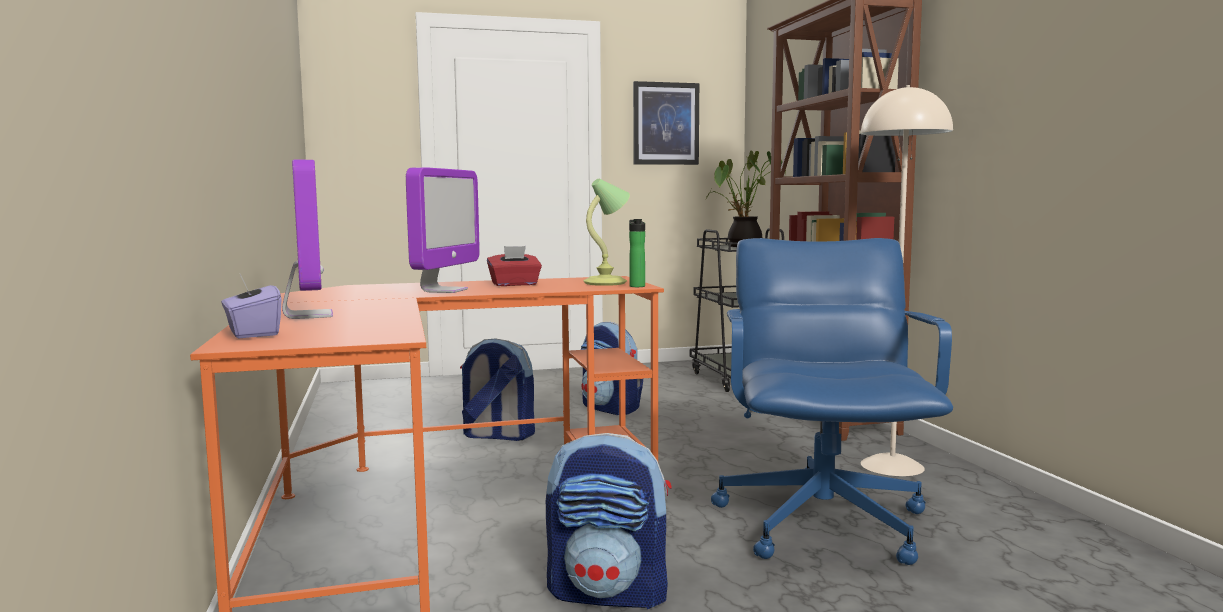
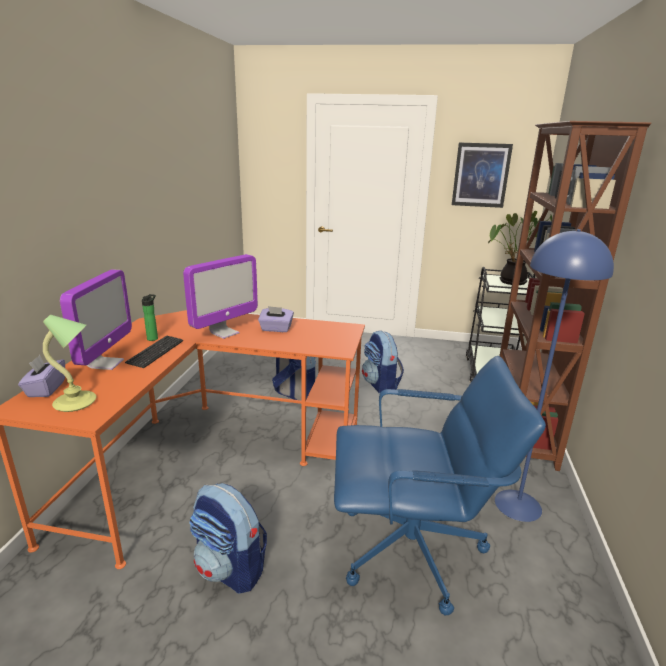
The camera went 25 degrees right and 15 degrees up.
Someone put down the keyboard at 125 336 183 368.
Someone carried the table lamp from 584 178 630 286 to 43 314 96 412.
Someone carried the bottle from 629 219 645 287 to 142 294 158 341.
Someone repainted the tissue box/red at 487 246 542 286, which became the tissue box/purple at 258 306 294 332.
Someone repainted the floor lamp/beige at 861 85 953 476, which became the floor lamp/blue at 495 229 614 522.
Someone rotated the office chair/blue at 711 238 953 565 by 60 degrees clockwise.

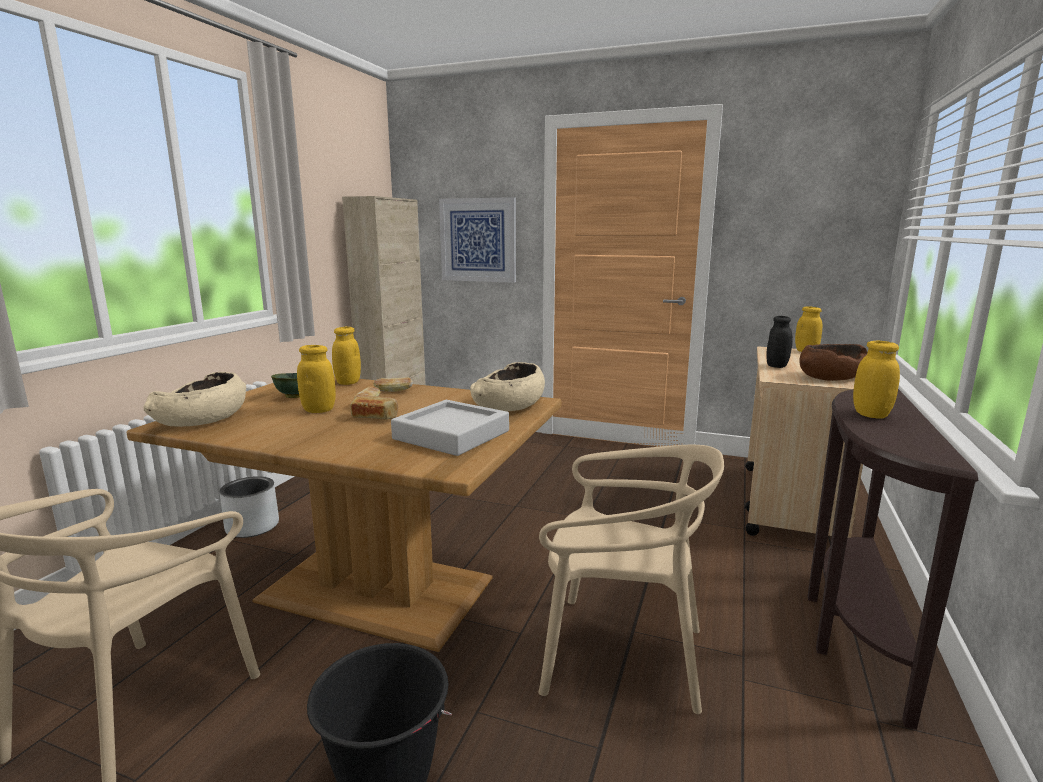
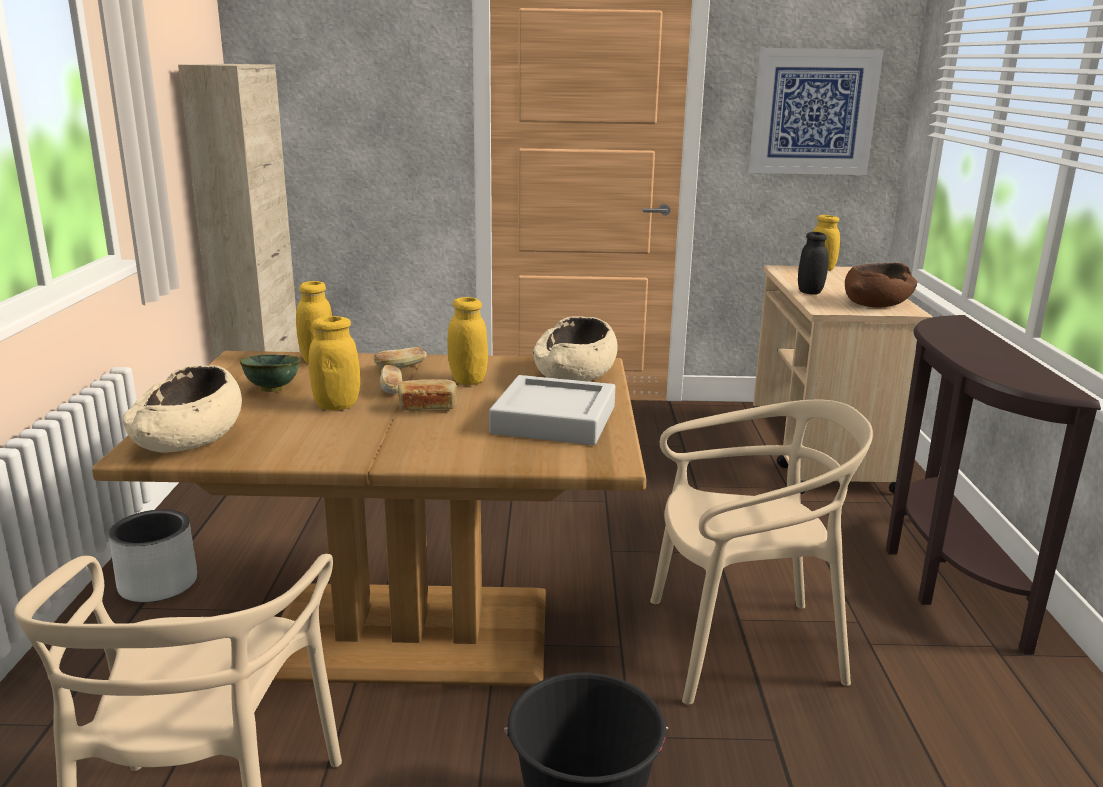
The camera went 20 degrees left and 5 degrees up.
Someone carried the picture from 439 197 516 283 to 749 48 884 175.
Someone carried the jar/yellow from 853 341 900 418 to 447 297 488 385.

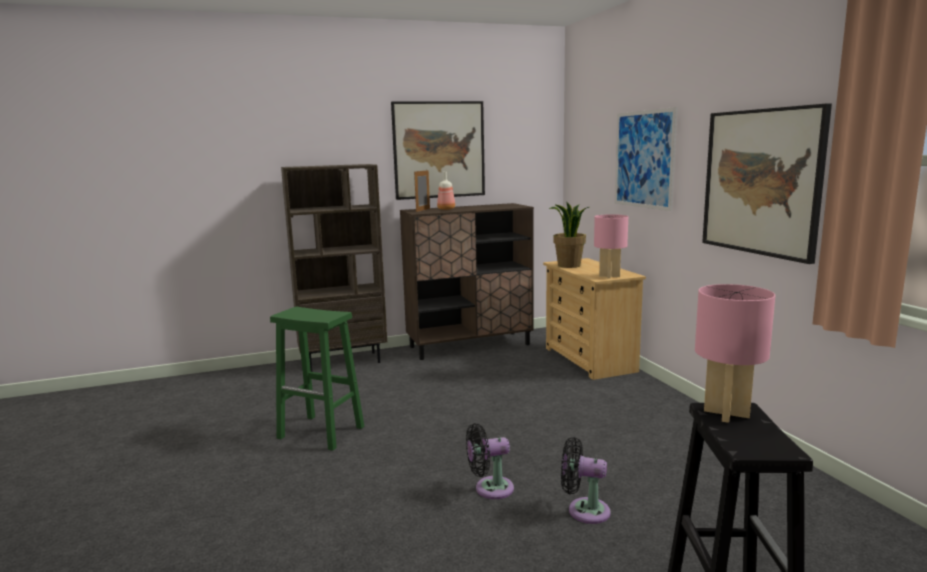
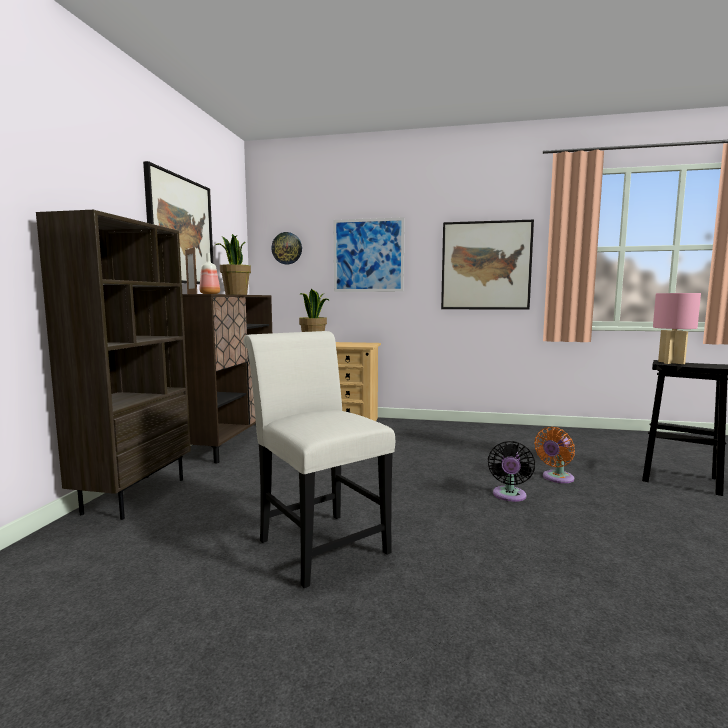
The camera went 60 degrees left and 5 degrees down.
Someone took away the table lamp/pink at 594 214 628 279.
Someone put down the potted plant at 215 234 251 295.
Someone put up the wall clock at 271 232 302 264.
Someone swapped the stool/green at 270 307 364 451 for the chair/white at 243 331 395 588.
Someone repainted the fan/black at 561 437 611 524, which became the fan/orange at 534 427 575 483.

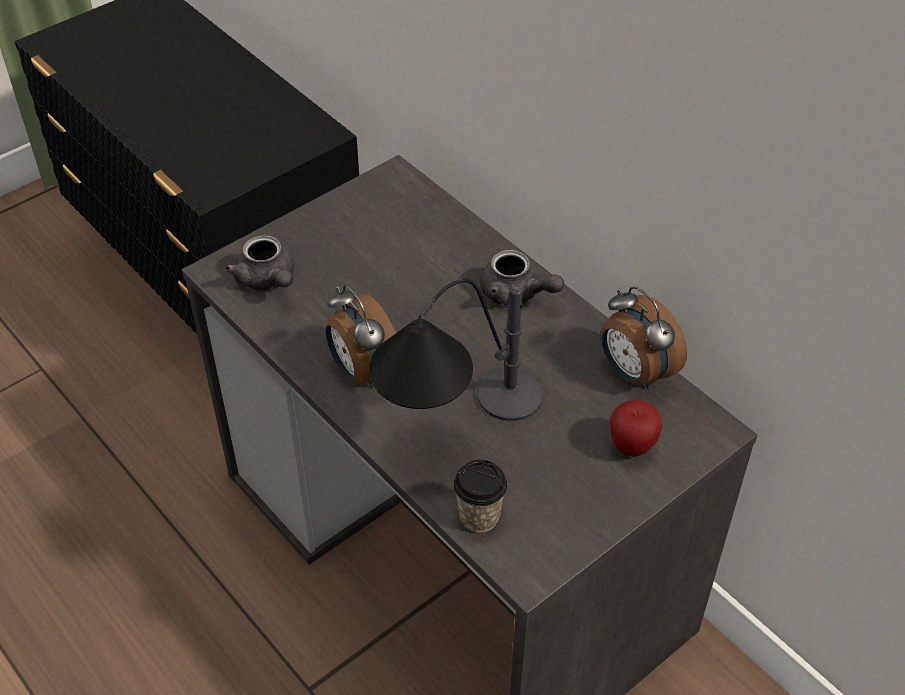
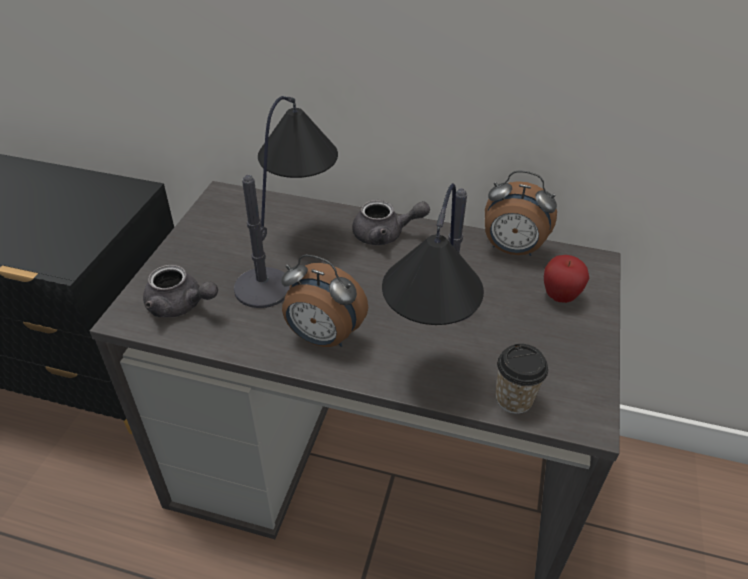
The camera went 35 degrees left and 5 degrees down.
Someone put down the table lamp at 234 96 338 308.

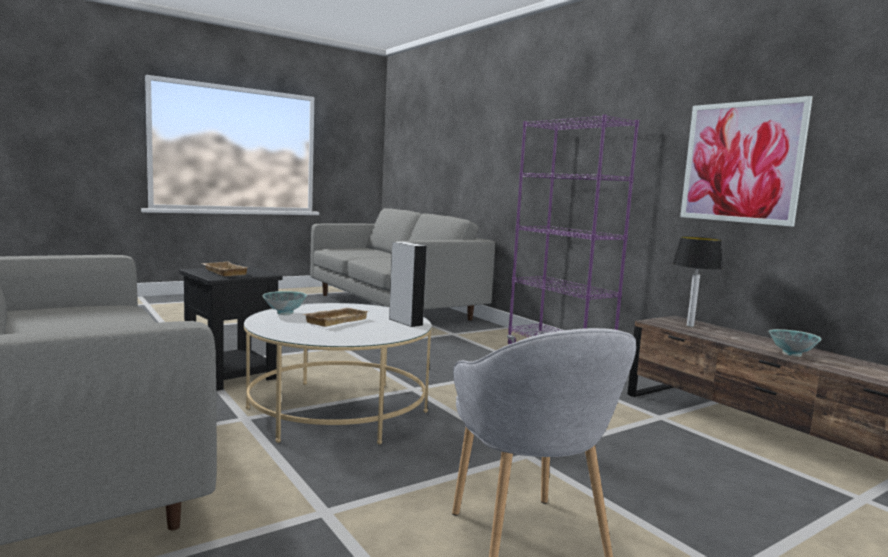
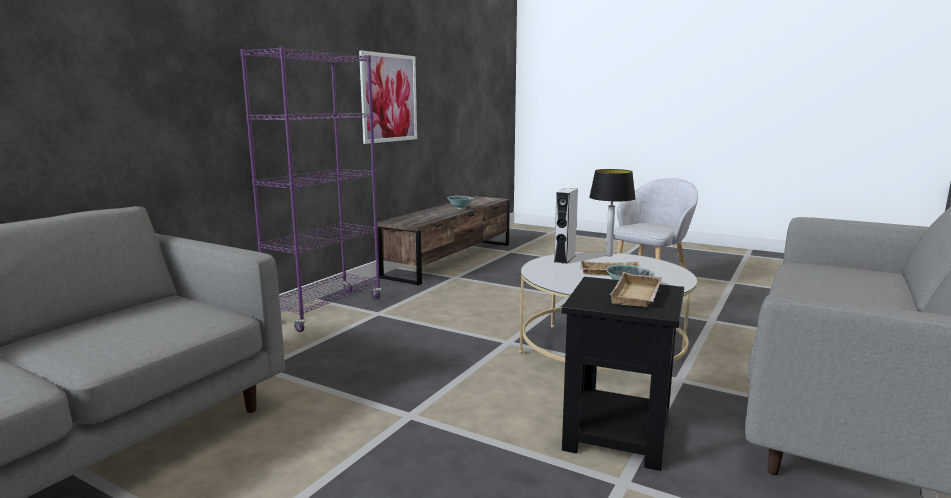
The camera went 115 degrees left and 5 degrees up.
Someone carried the table lamp from 673 237 723 327 to 589 169 636 256.

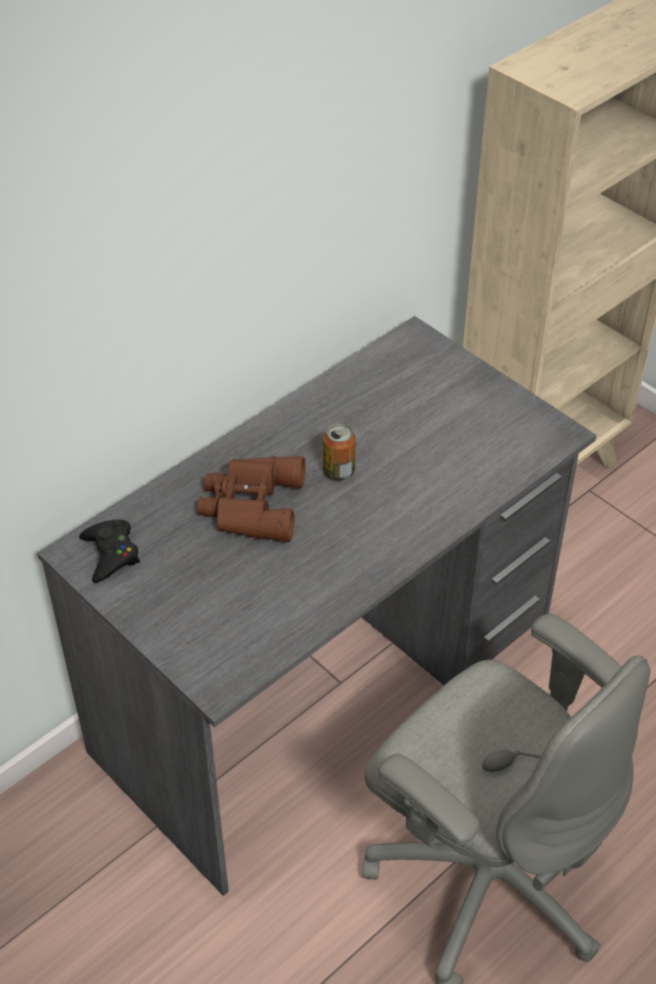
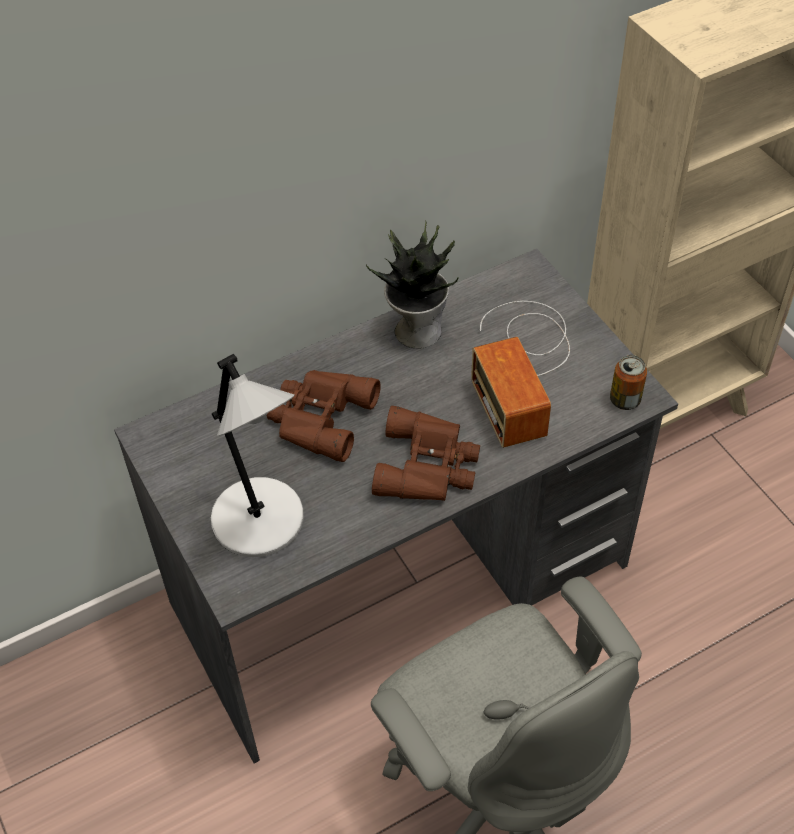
The camera went 15 degrees right and 5 degrees up.
Someone took away the game controller/black at 79 520 140 583.
Someone put down the table lamp/grey at 211 354 303 557.
Someone put down the potted plant at 366 222 459 349.
Someone put down the binoculars/brown at 372 406 480 501.
Someone put down the radio at 471 301 570 448.
Someone carried the can from 323 423 356 481 to 610 355 647 410.

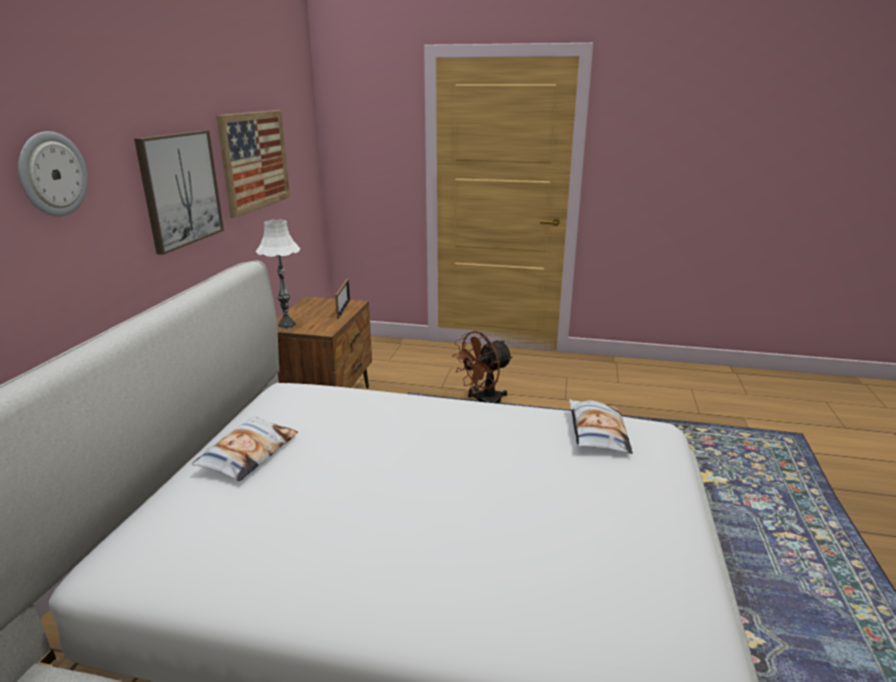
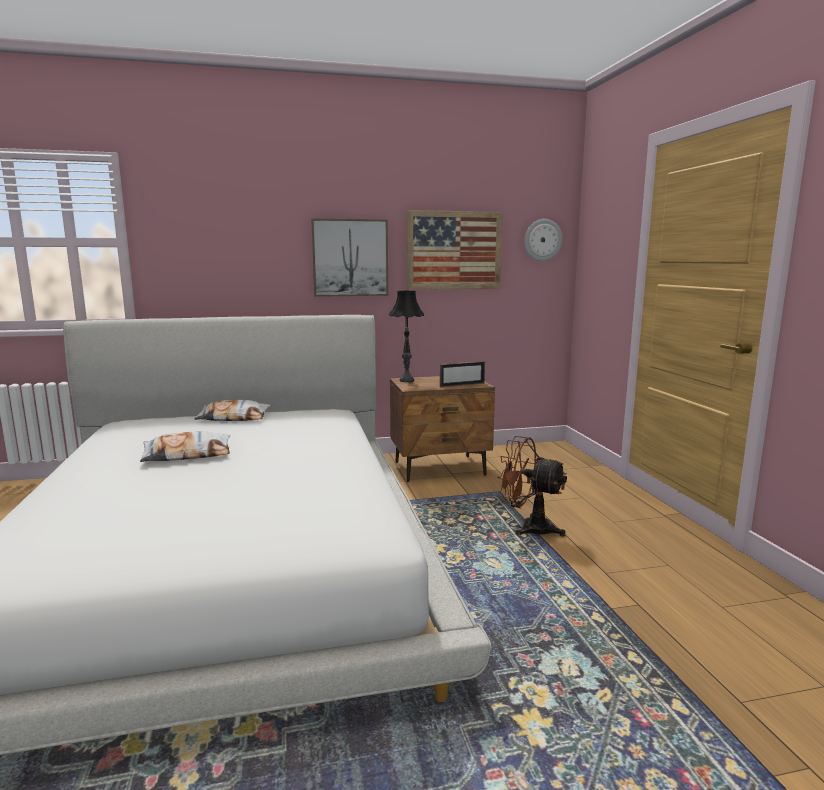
The camera went 65 degrees right and 10 degrees down.
Someone carried the wall clock from 18 131 88 217 to 524 219 563 261.
Someone carried the pillow from 569 399 633 454 to 140 431 231 462.
Someone repainted the table lamp/white at 256 219 300 329, which became the table lamp/black at 389 291 424 382.

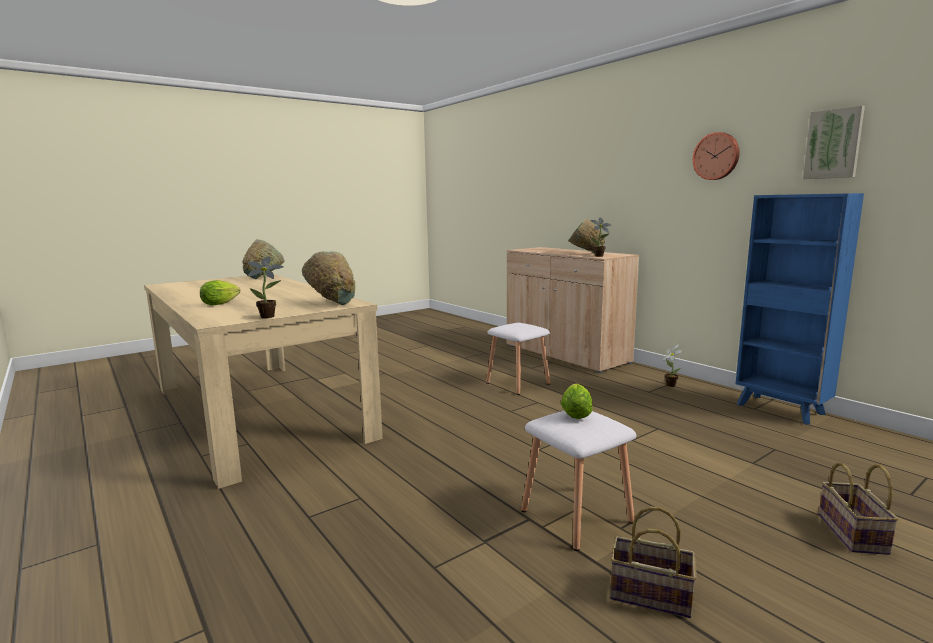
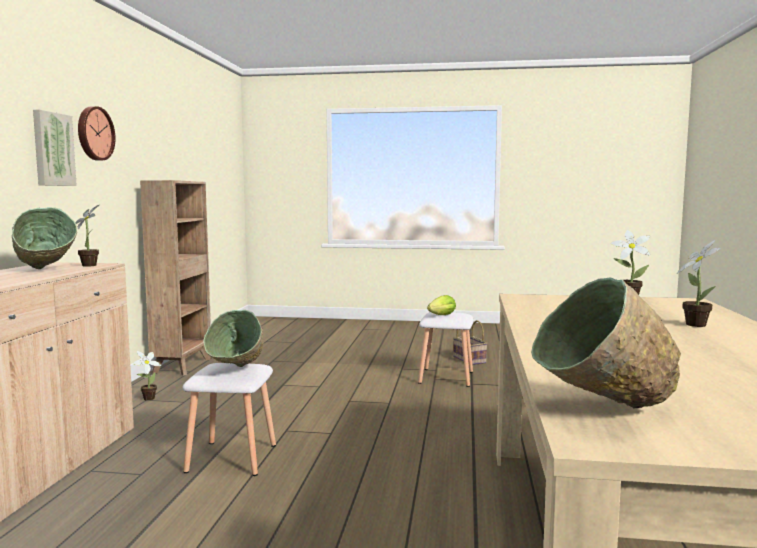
The camera went 135 degrees left and 5 degrees down.
Someone took away the basket at 819 462 899 555.
Someone carried the bowl/green from 302 251 355 305 to 203 310 263 367.
Someone carried the picture from 803 105 865 179 to 33 110 77 186.
Someone swapped the lettuce at 200 280 240 306 for the potted plant at 677 240 721 327.
Someone repainted the bookcase/blue at 736 193 864 425, which became the bookcase/brown at 140 180 211 376.

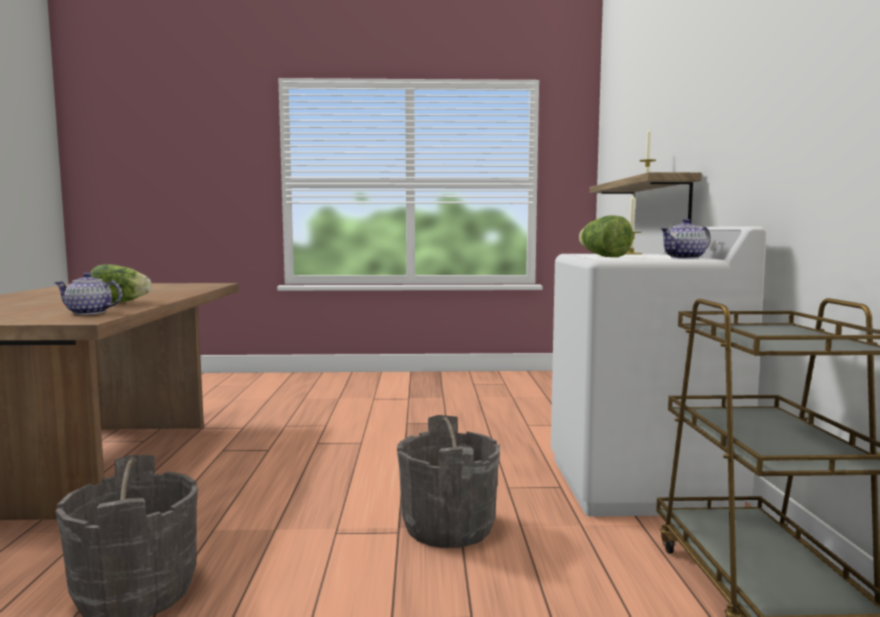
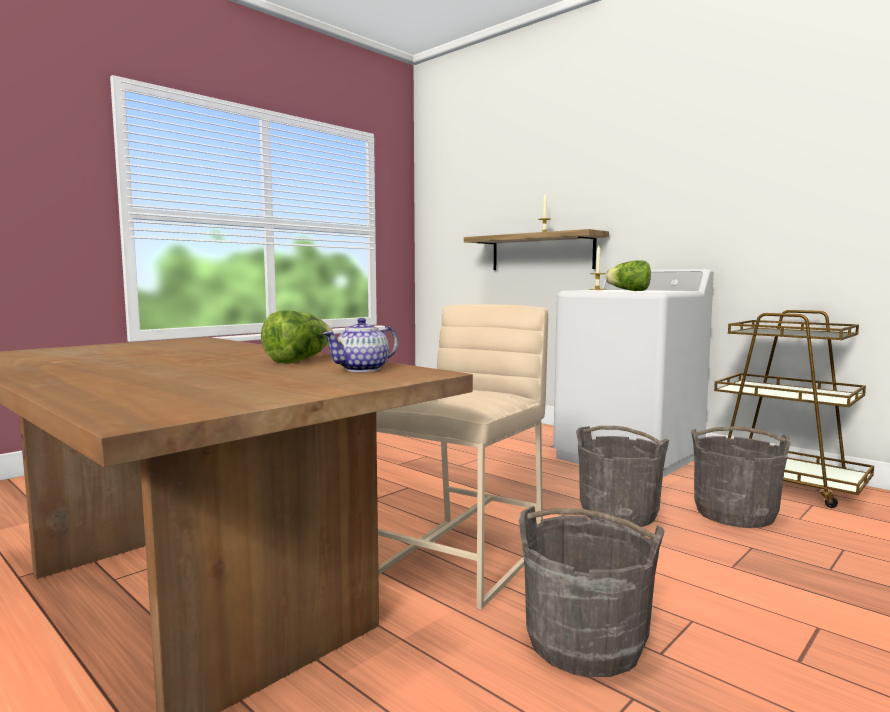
The camera went 45 degrees left and 0 degrees up.
Someone took away the teapot at 660 219 711 259.
Someone put down the stool/beige at 376 304 548 610.
Someone put down the bucket/grey at 691 426 791 528.

